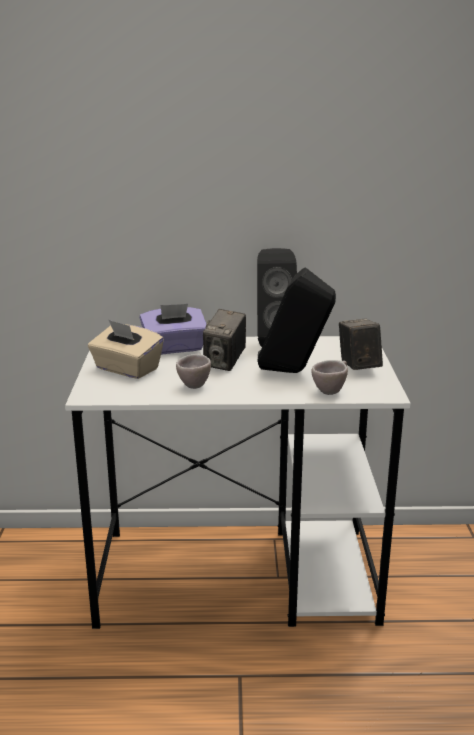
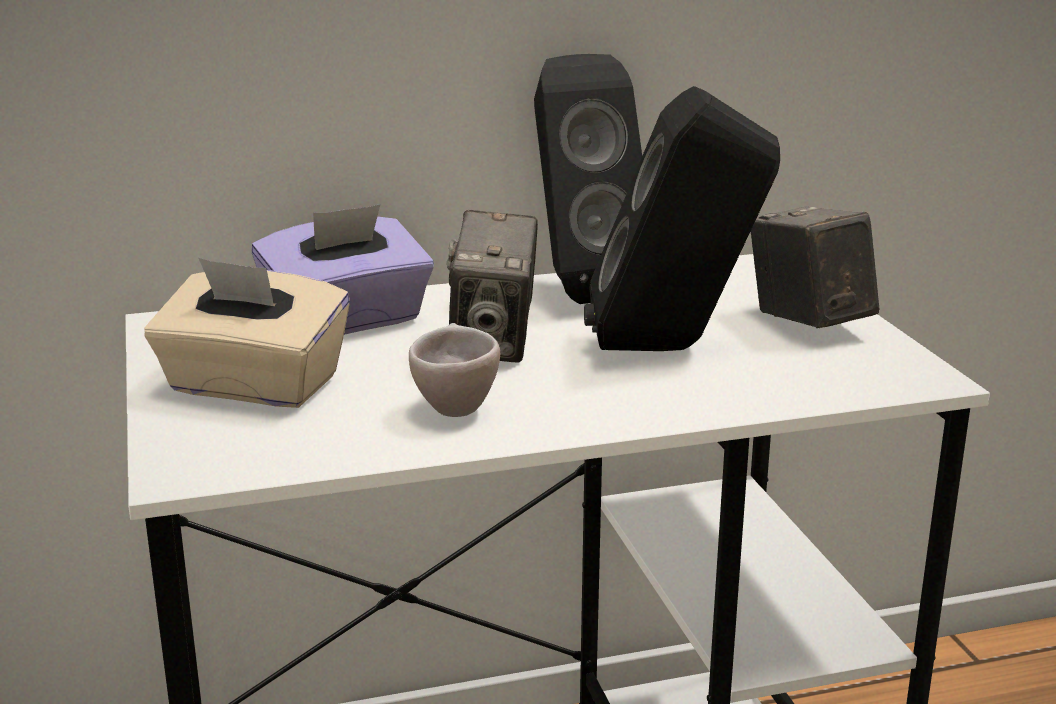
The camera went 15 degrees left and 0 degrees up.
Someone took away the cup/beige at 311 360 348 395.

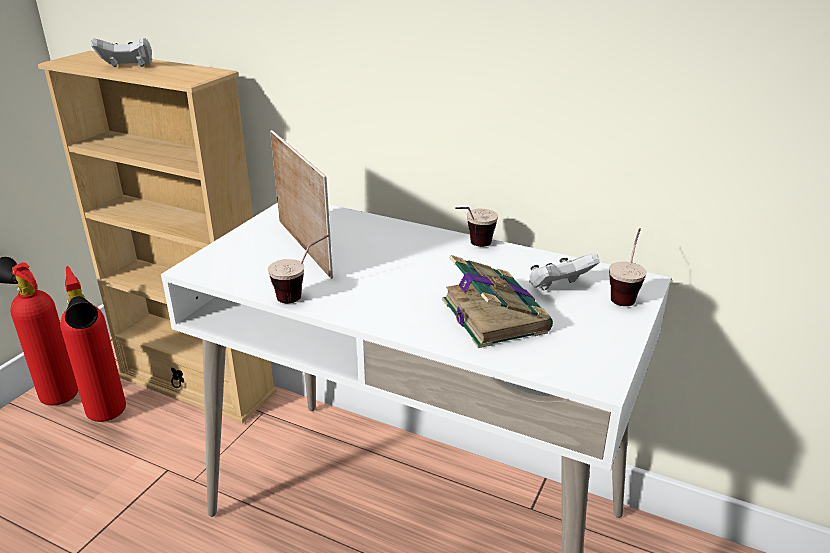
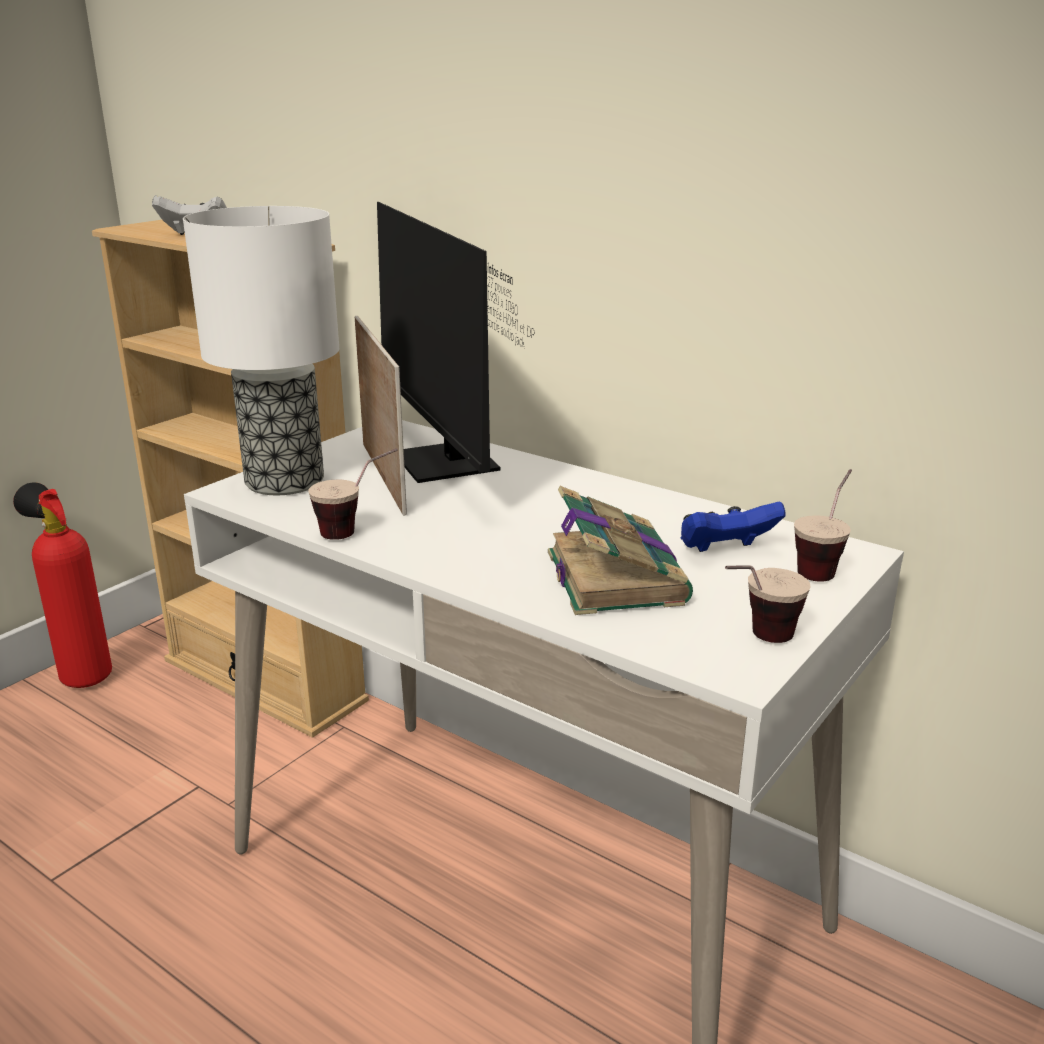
The camera went 10 degrees right and 5 degrees down.
Someone took away the fire extinguisher at 60 266 126 422.
Someone put down the table lamp at 183 206 339 495.
Someone put down the monitor at 377 202 534 483.
Someone carried the cup from 455 207 498 247 to 725 565 810 643.
Someone repainted the game controller/white at 529 253 599 290, which became the game controller/blue at 680 502 785 552.

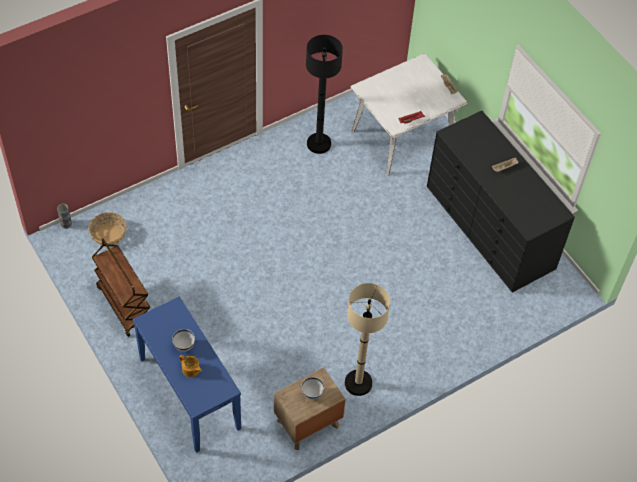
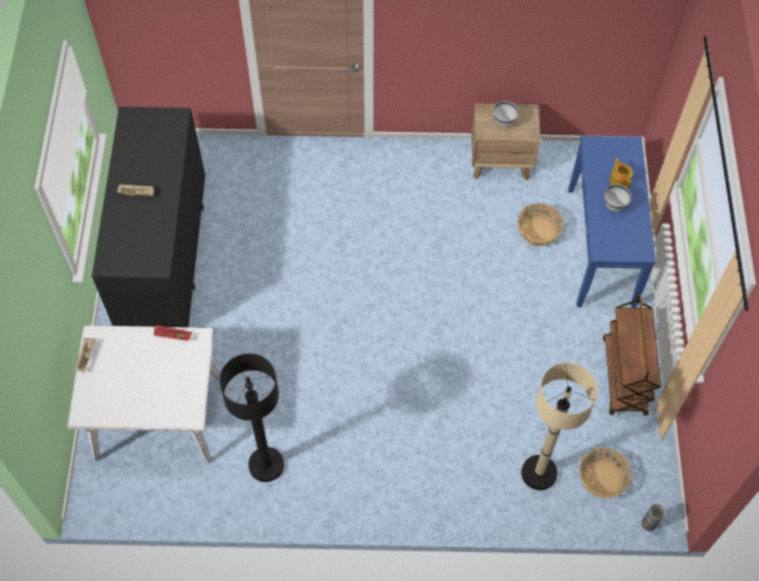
The camera went 145 degrees left and 5 degrees up.
Someone put down the basket at 517 203 564 246.
Someone carried the floor lamp/beige from 345 283 390 396 to 521 363 598 490.

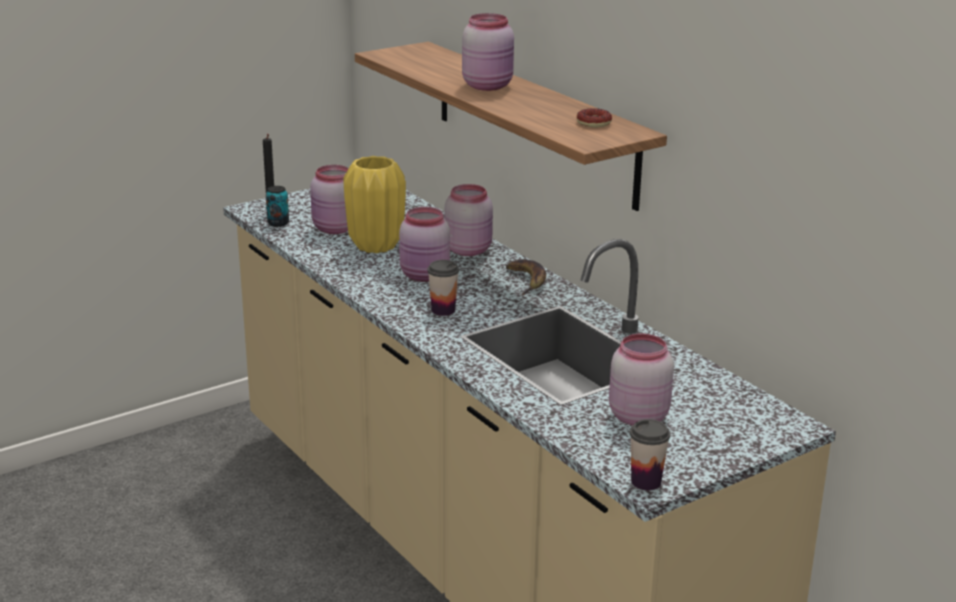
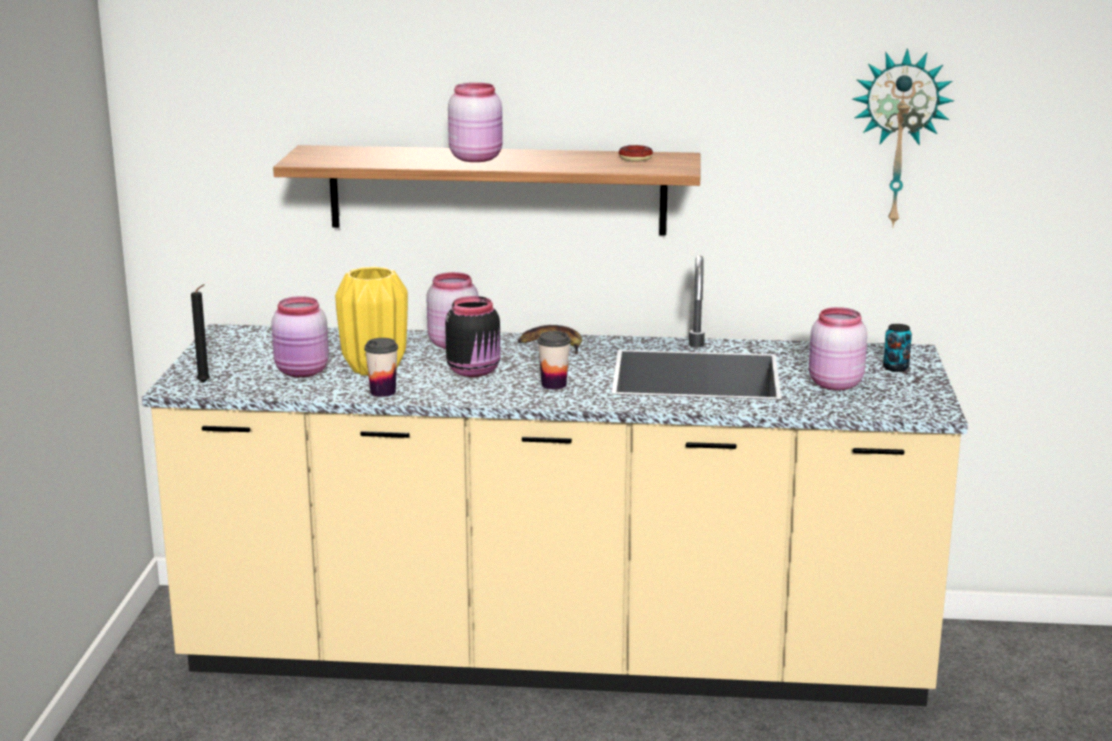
The camera went 50 degrees left and 5 degrees down.
Someone put up the wall clock at 852 48 954 228.
Someone carried the can from 266 186 289 227 to 883 324 912 372.
Someone carried the cup from 630 419 670 490 to 364 338 398 397.
Someone repainted the jar/pink at 399 207 450 282, which became the jar/black at 445 296 501 377.

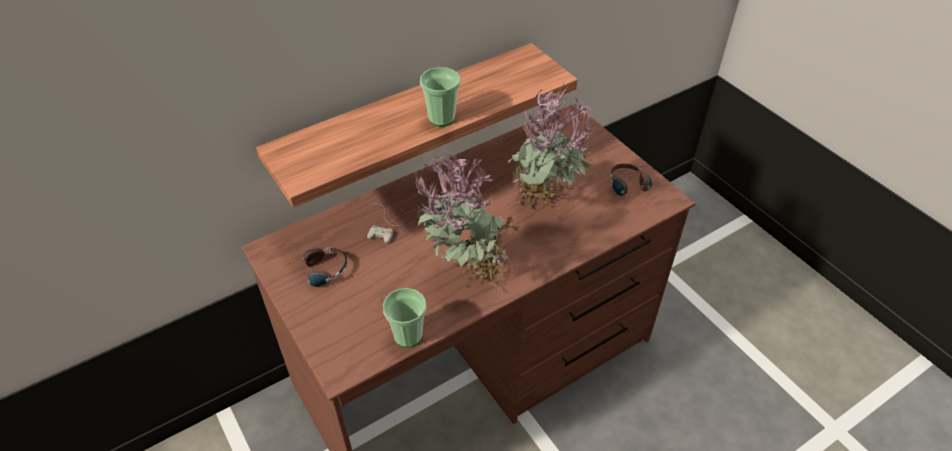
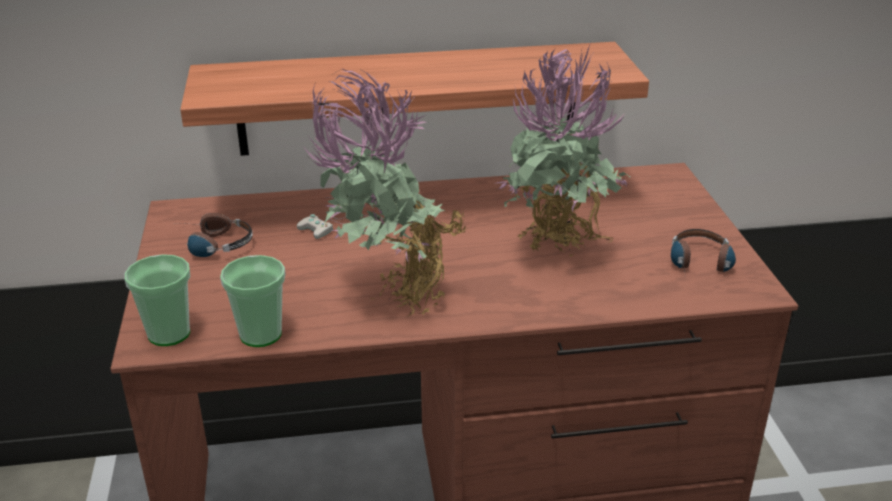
The camera went 25 degrees right and 15 degrees down.
Someone carried the cup from 420 67 460 126 to 125 254 191 346.

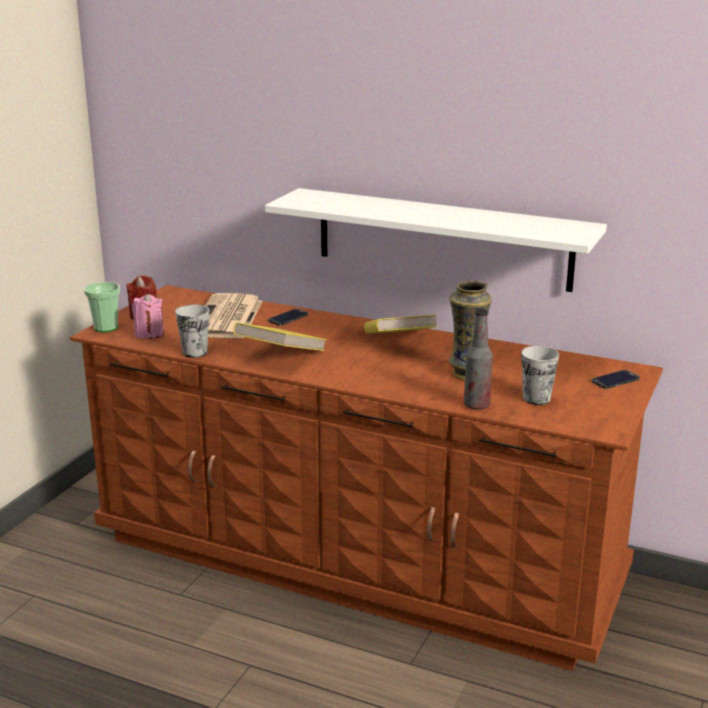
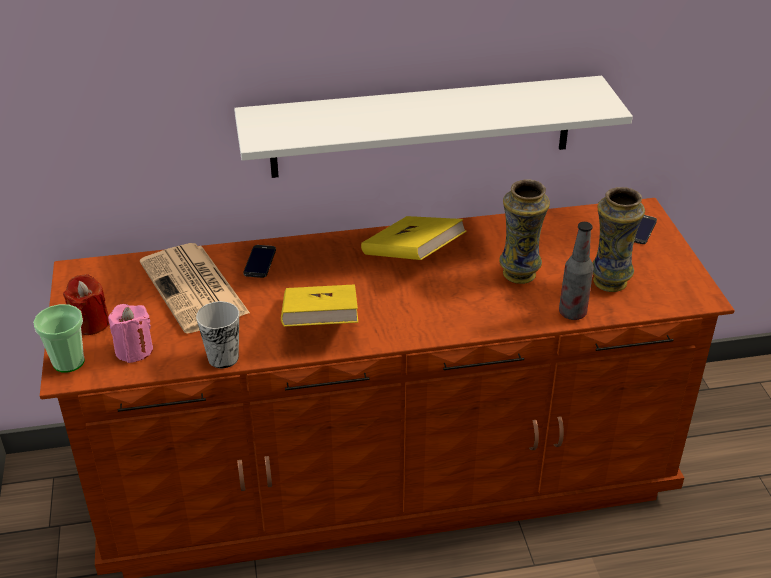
The camera went 35 degrees left and 15 degrees up.
Someone swapped the cup at 521 346 559 405 for the vase at 592 187 645 292.

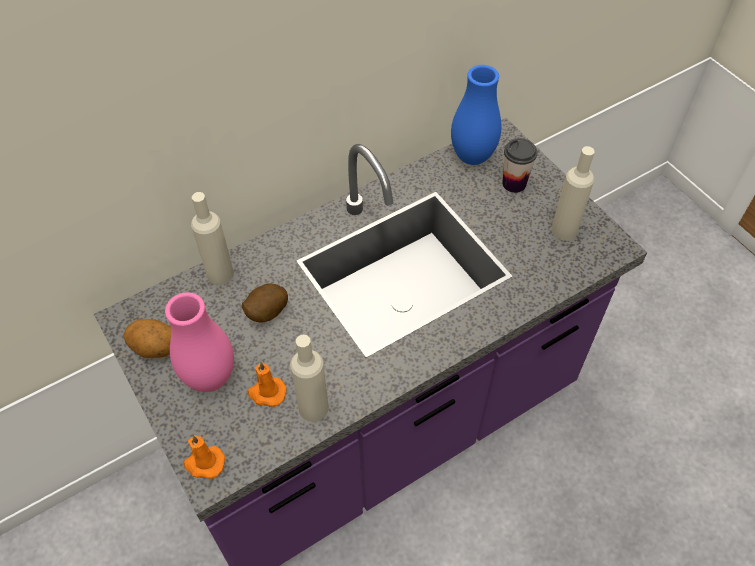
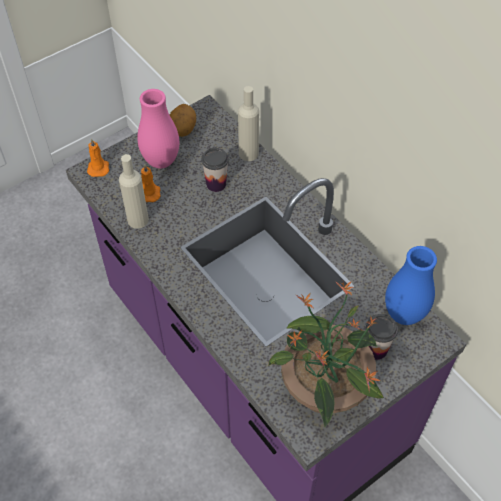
The camera went 85 degrees right and 0 degrees up.
Someone swapped the potato at 242 283 288 323 for the cup at 201 148 229 192.
Someone swapped the bottle/beige at 551 146 595 241 for the potted plant at 268 281 384 427.

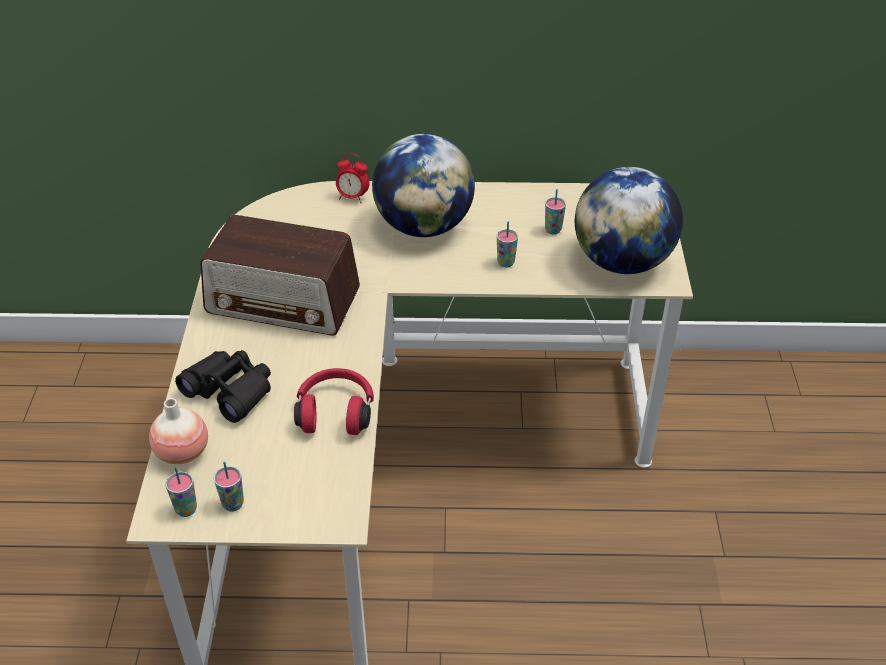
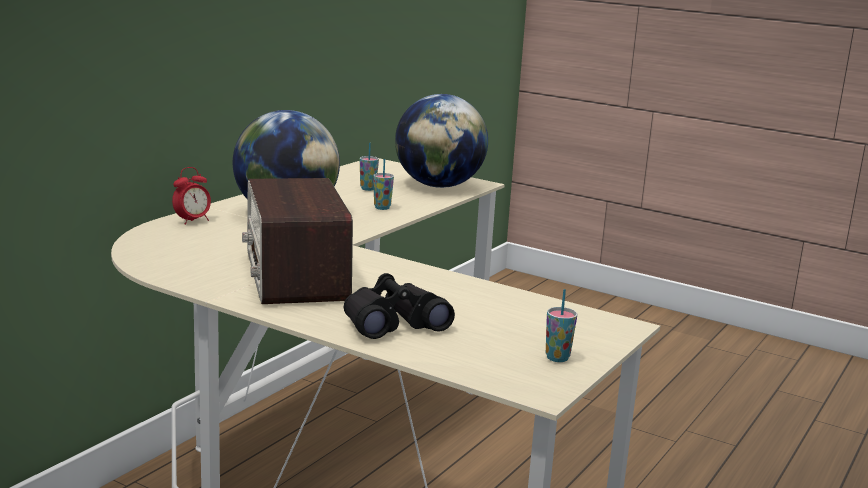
The camera went 60 degrees left and 25 degrees down.
Someone took away the vase at 149 398 208 464.
Someone took away the cup at 165 467 197 517.
Someone took away the headphones/red at 294 368 374 435.
Someone rotated the radio at 200 215 360 335 by 120 degrees clockwise.

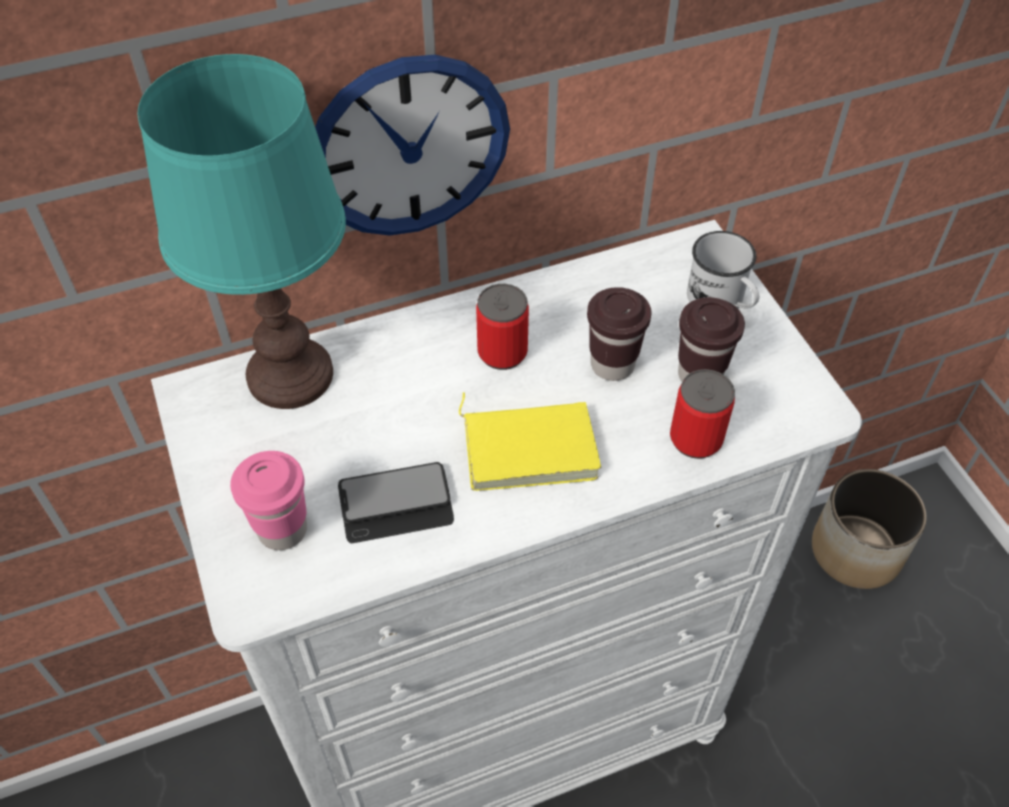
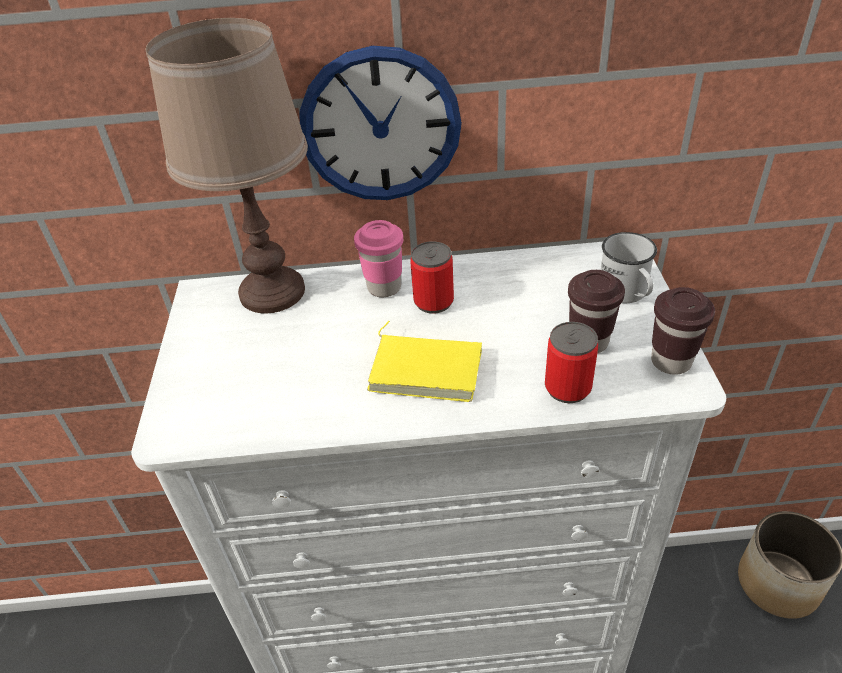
The camera went 20 degrees right and 10 degrees down.
Someone took away the phone at 338 462 454 543.
Someone carried the cup/pink from 230 451 307 550 to 354 220 403 297.
Someone carried the cup/brown from 587 287 652 381 to 651 287 715 374.
Someone repainted the table lamp/turquoise at 138 54 346 409, which became the table lamp/brown at 146 18 308 314.

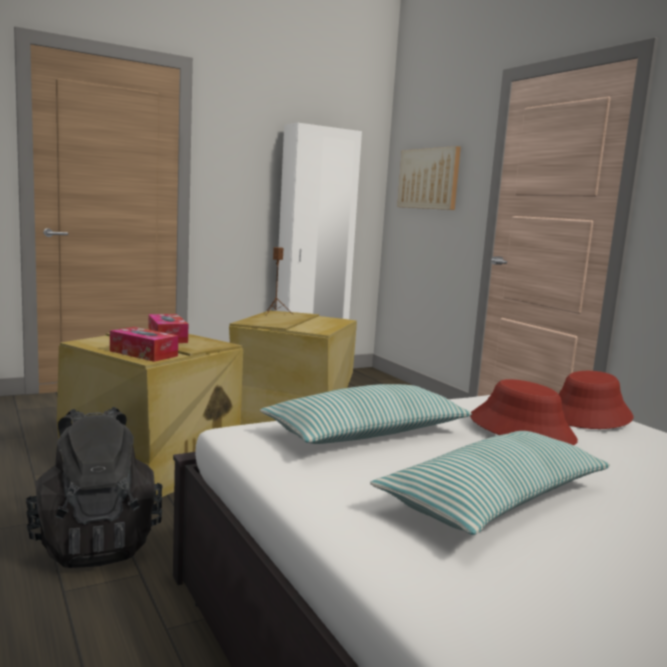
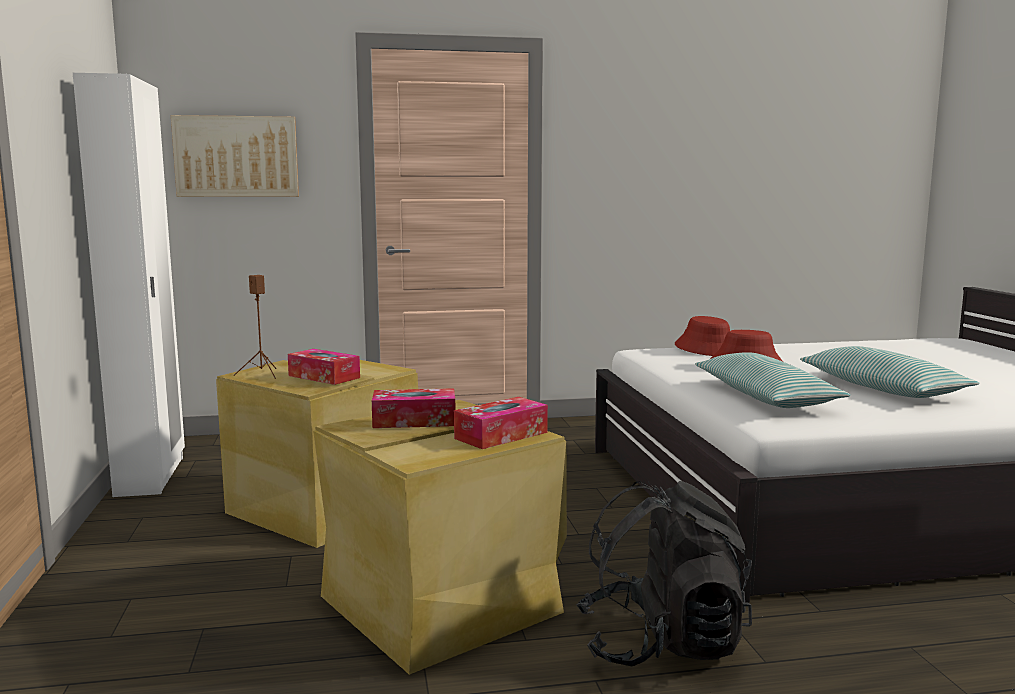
The camera went 70 degrees left and 0 degrees up.
Someone put down the tissue box at 288 349 360 385.

